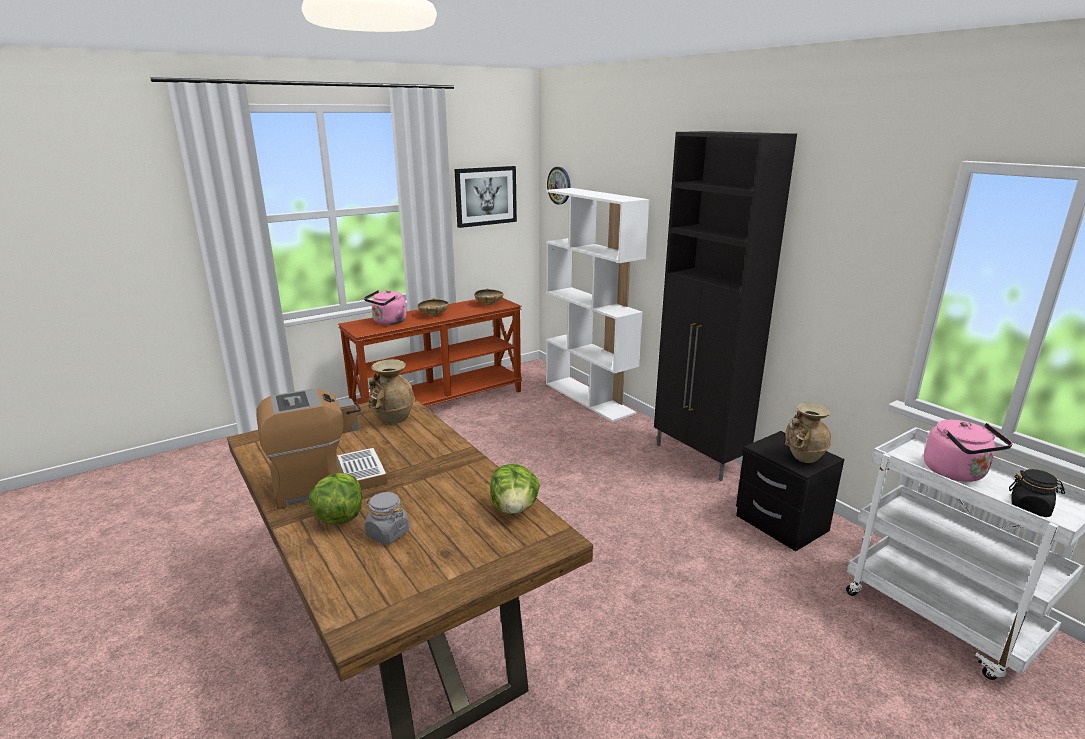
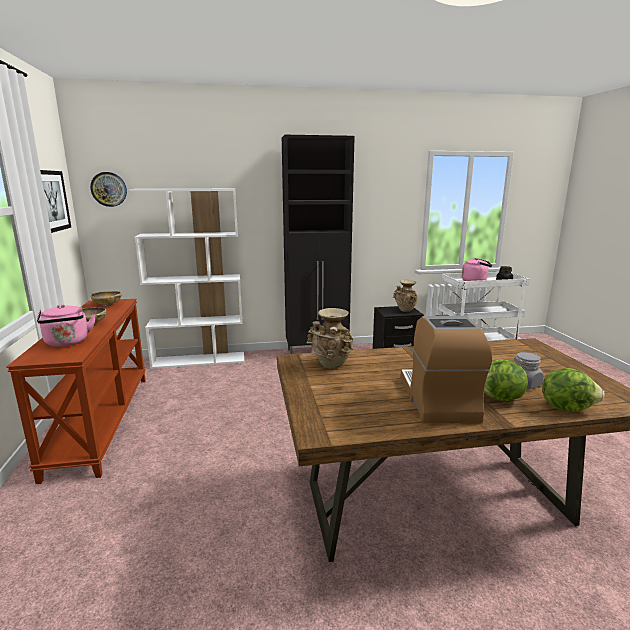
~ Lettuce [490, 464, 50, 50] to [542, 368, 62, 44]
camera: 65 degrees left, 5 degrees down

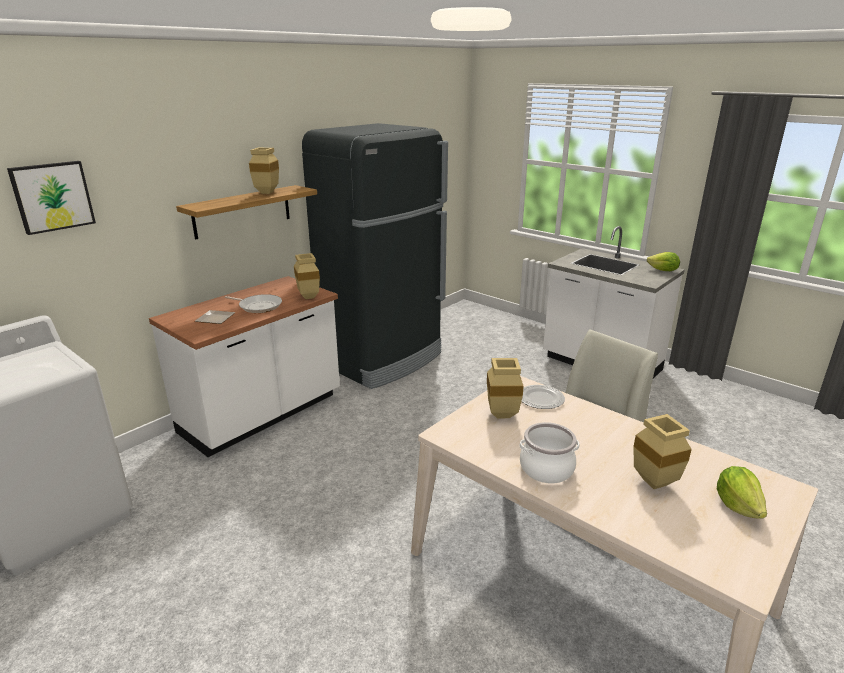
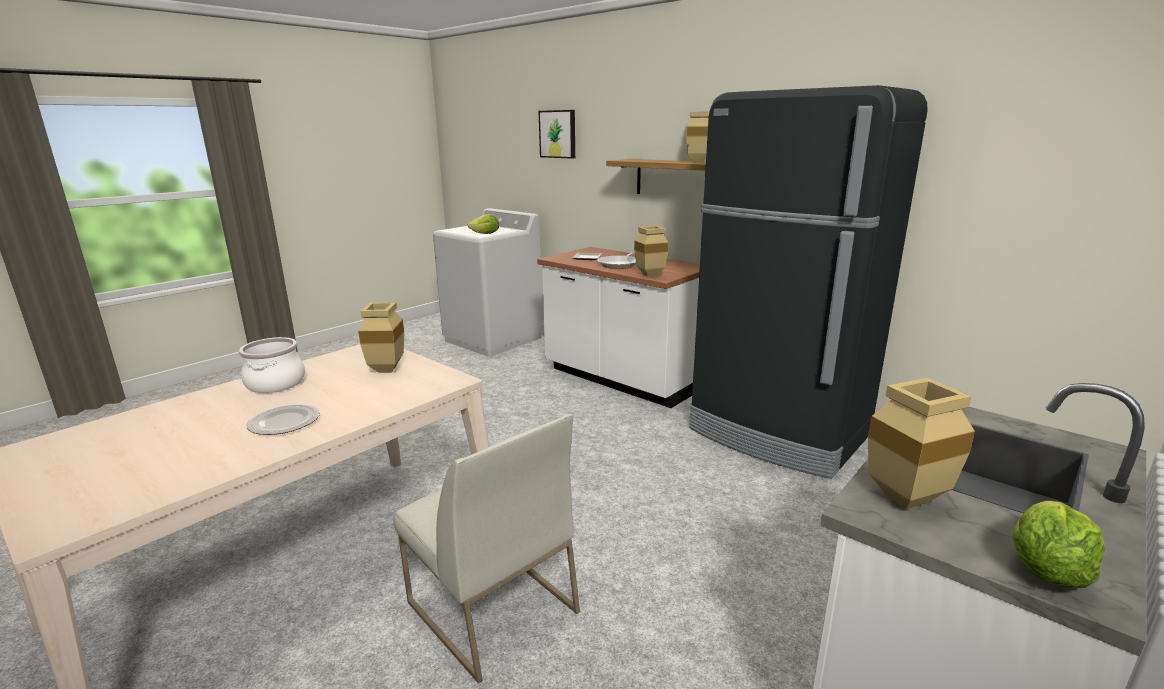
~ Plate [521, 385, 44, 24] to [247, 404, 73, 31]
~ BeigeVase [634, 414, 58, 75] to [868, 378, 107, 131]
~ Lettuce [717, 466, 50, 53] to [468, 214, 31, 20]
camera: 90 degrees right, 5 degrees down

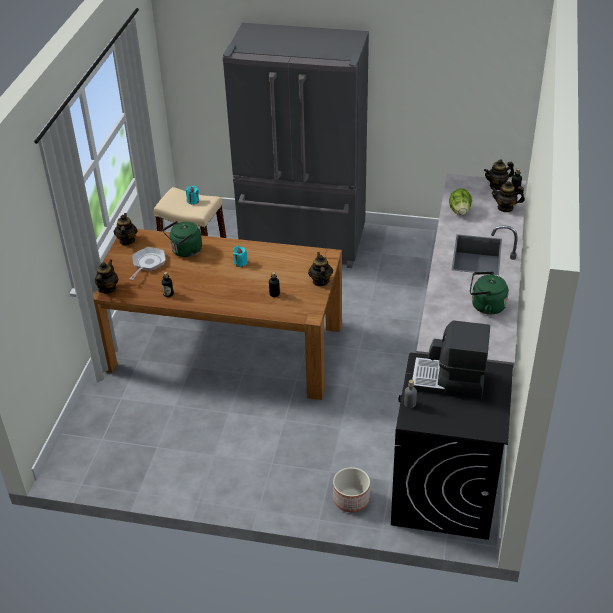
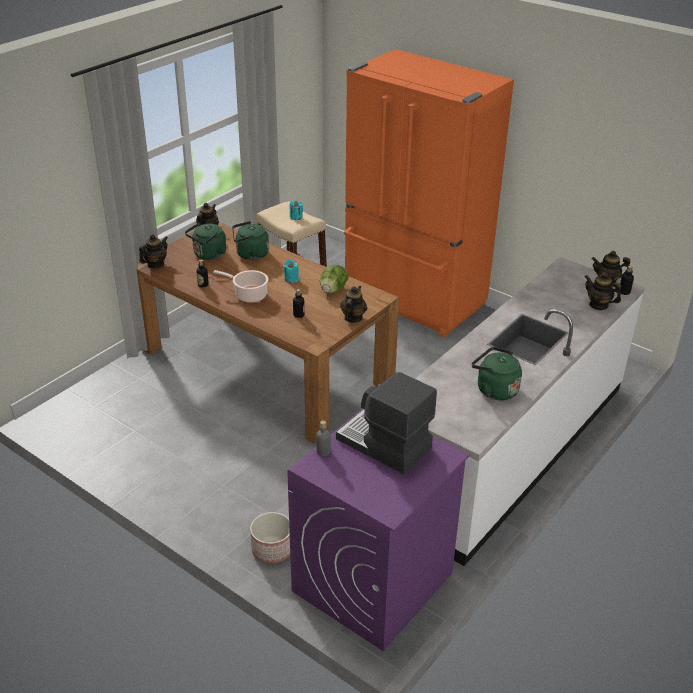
~ FryingPan [129, 247, 36, 33] to GreenKettle [185, 223, 41, 37]
~ GreyFridge [223, 23, 146, 245] to OrangeFridge [344, 49, 170, 288]
~ BlackWashingMachine [391, 353, 122, 187] to PurpleWashingMachine [287, 409, 183, 242]
~ Lettuce [449, 188, 23, 27] to [320, 265, 29, 28]
+ CookingPot [213, 270, 55, 32]
camera: 25 degrees right, 5 degrees down

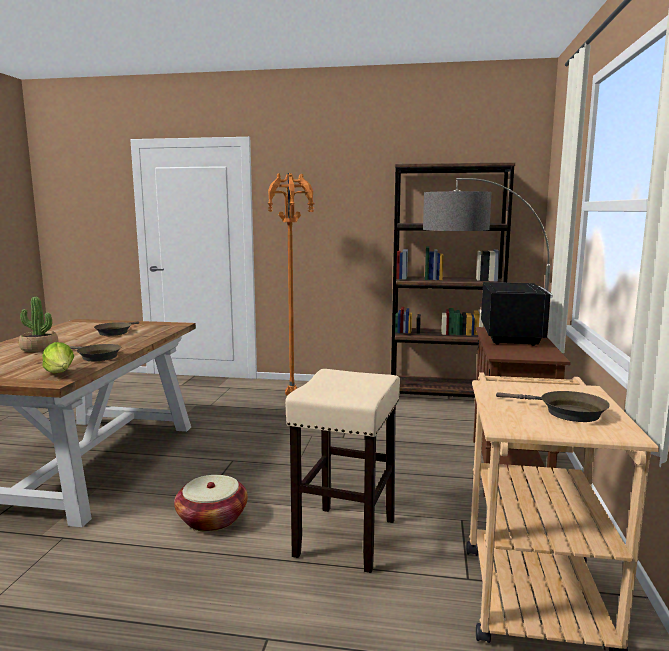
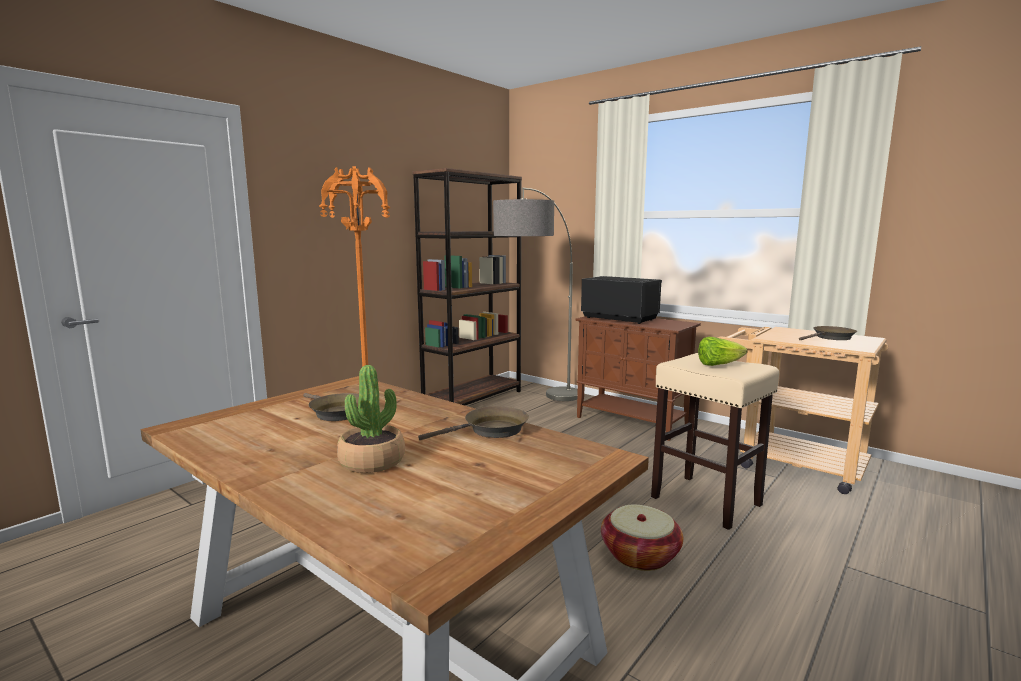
~ Lettuce [42, 342, 32, 31] to [698, 337, 50, 29]
camera: 60 degrees left, 0 degrees up

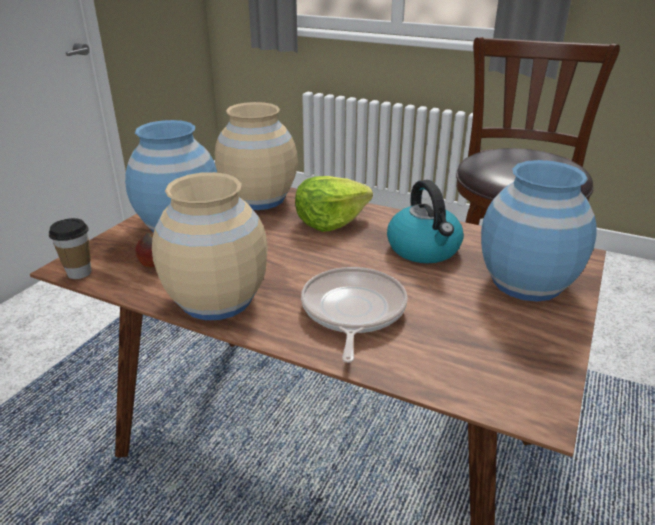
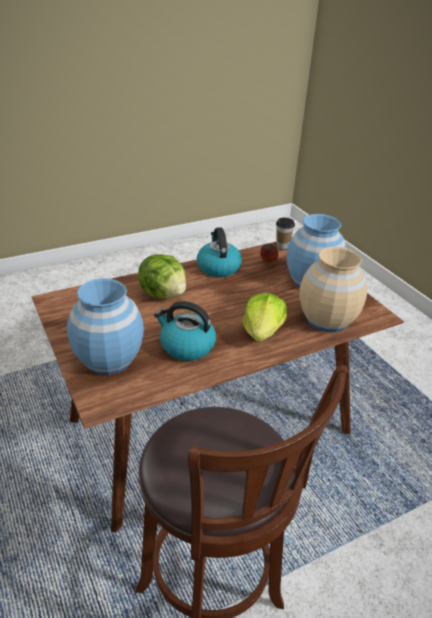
~ BeigeVase [152, 172, 116, 148] to Kettle [197, 227, 45, 50]
~ FryingPan [301, 267, 107, 96] to Lettuce [138, 254, 48, 45]
camera: 125 degrees right, 5 degrees up

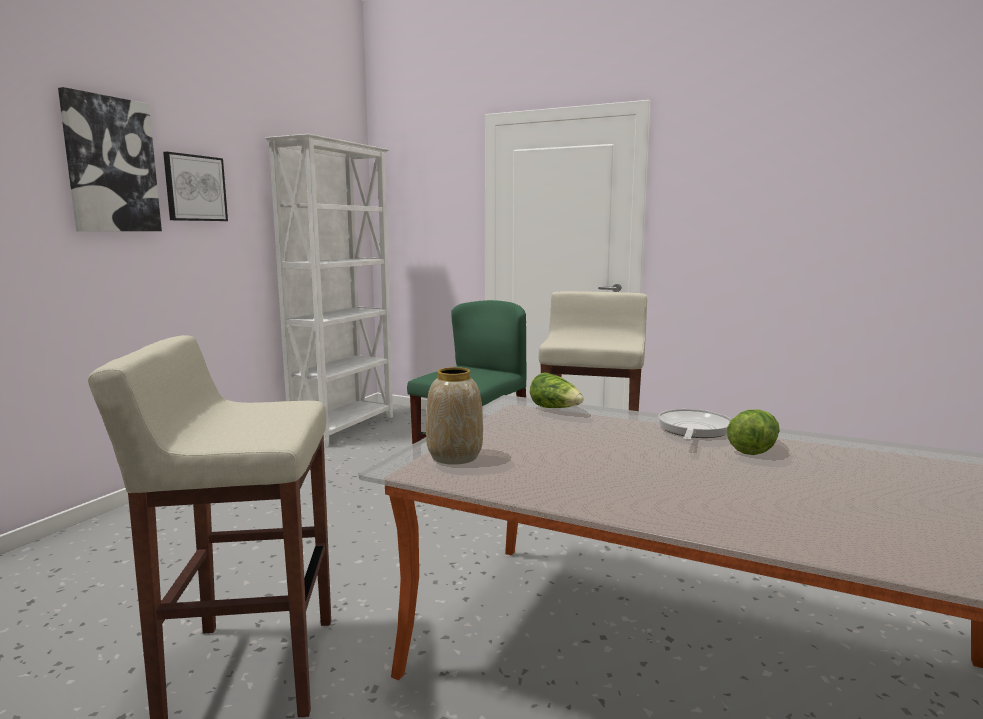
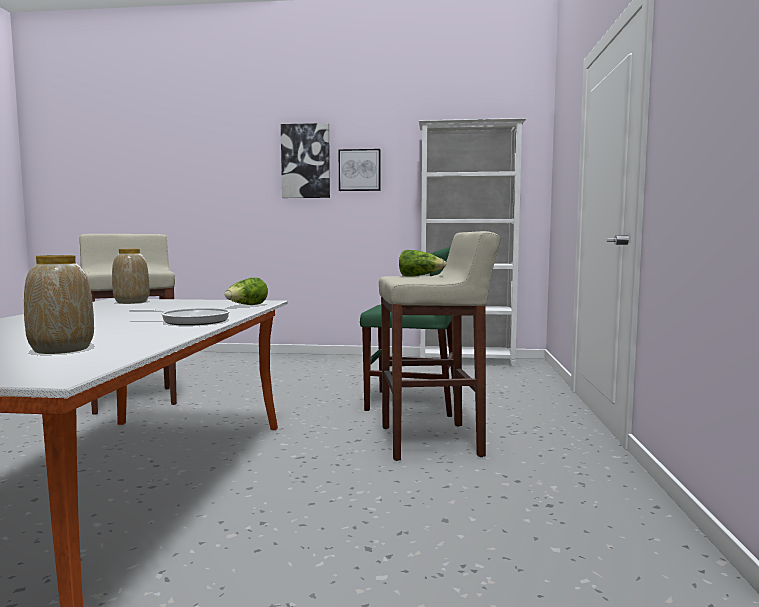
~ Lettuce [727, 410, 53, 45] to [399, 250, 47, 27]
+ Vase [24, 255, 70, 99]
camera: 70 degrees right, 5 degrees down

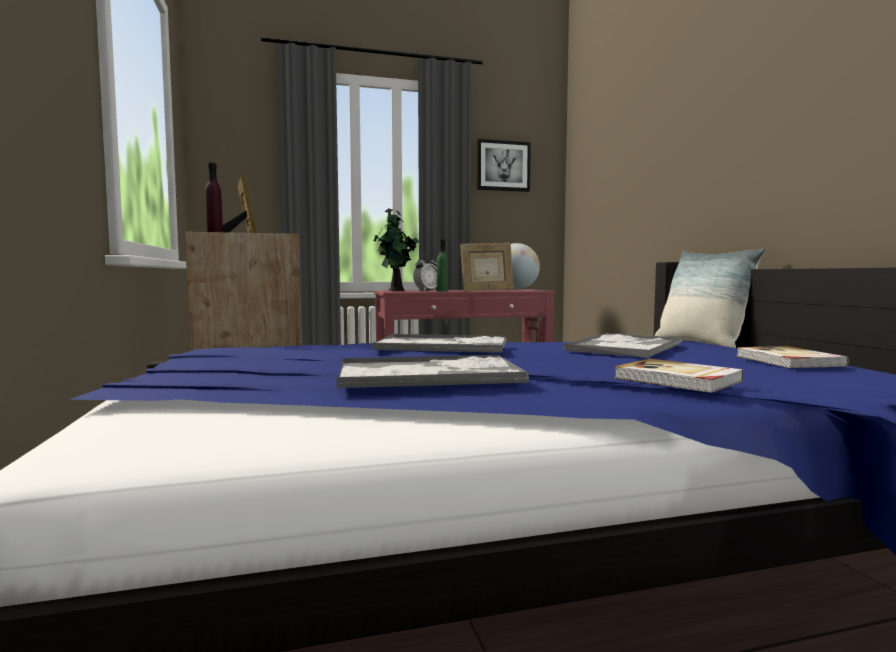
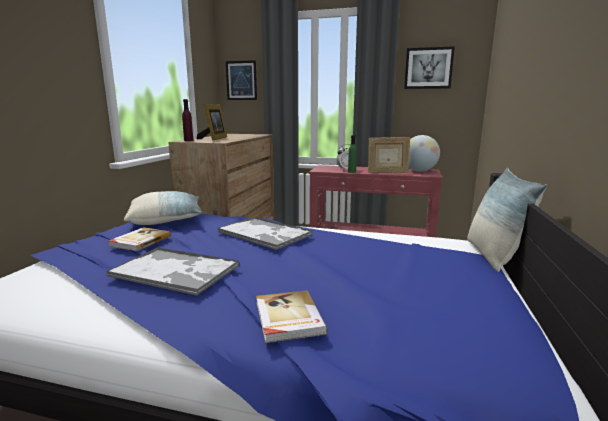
- PottedPlant [374, 208, 45, 83]
- Tray [563, 333, 118, 25]
~ Book [737, 346, 112, 22] to [108, 227, 63, 24]
+ Pillow [124, 191, 79, 34]
+ Picture [226, 60, 31, 40]
camera: 30 degrees right, 10 degrees up

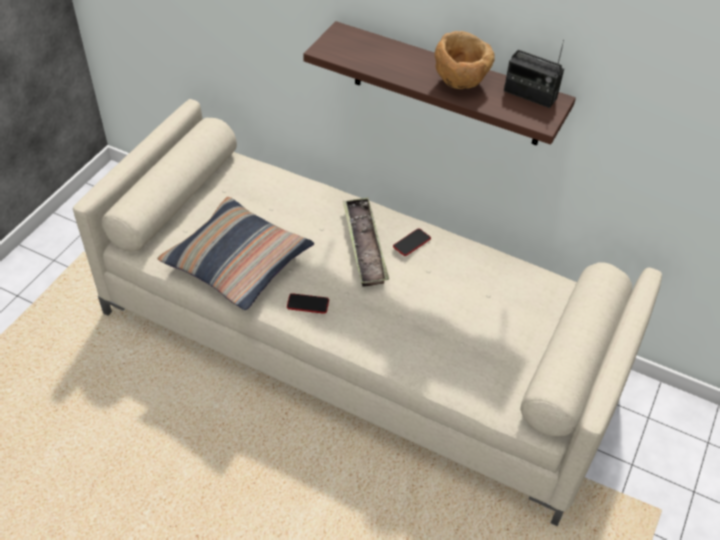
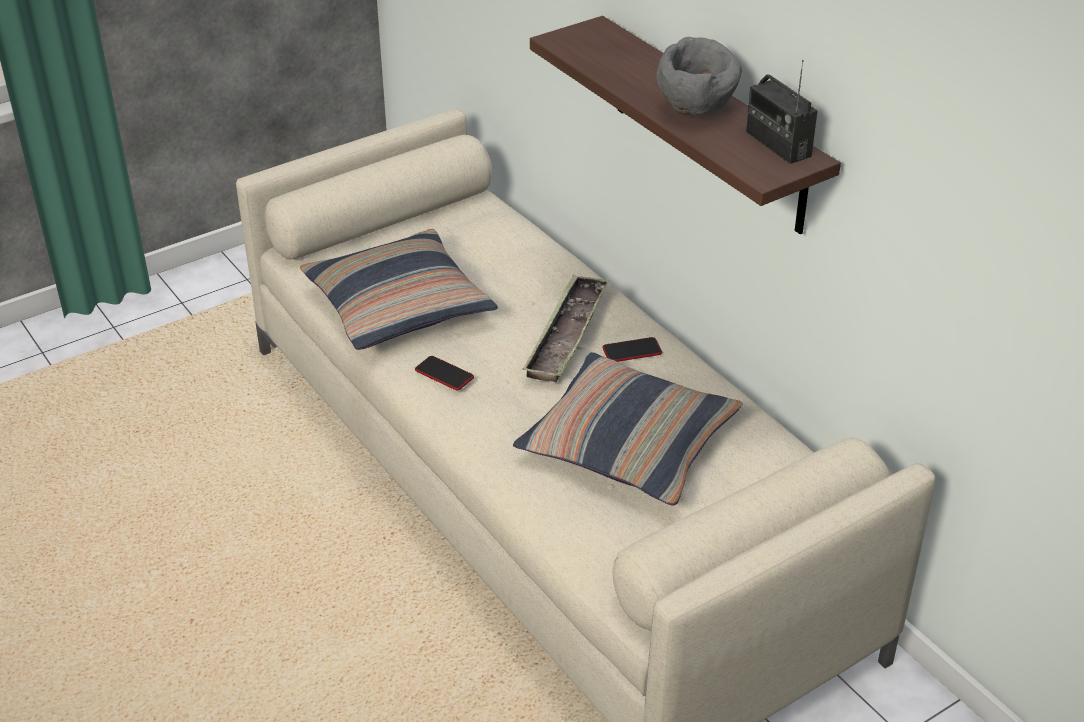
~ BrownBowl [435, 31, 60, 58] to GreyBowl [656, 37, 86, 79]
+ Pillow [513, 352, 229, 154]
camera: 30 degrees right, 10 degrees down

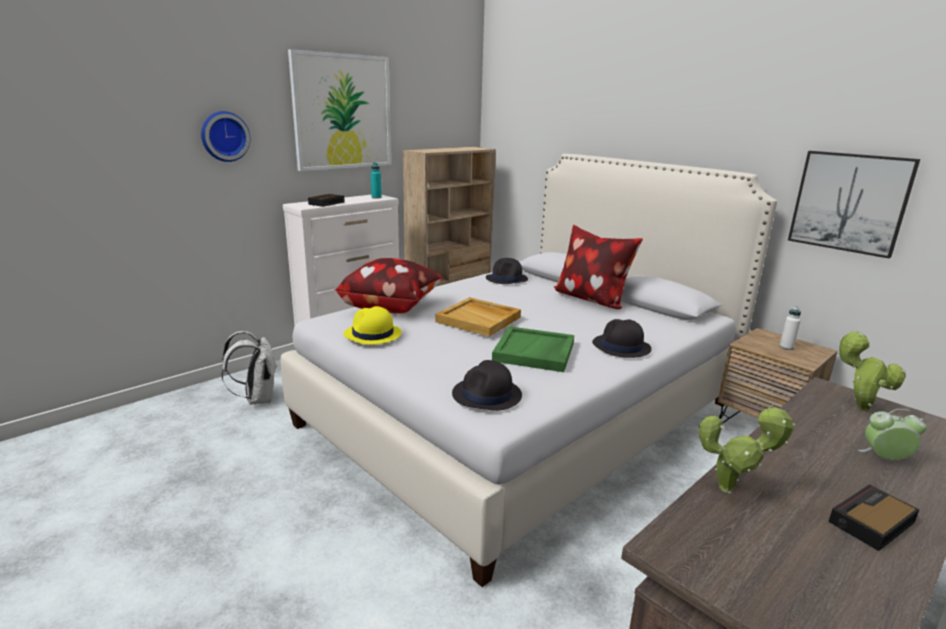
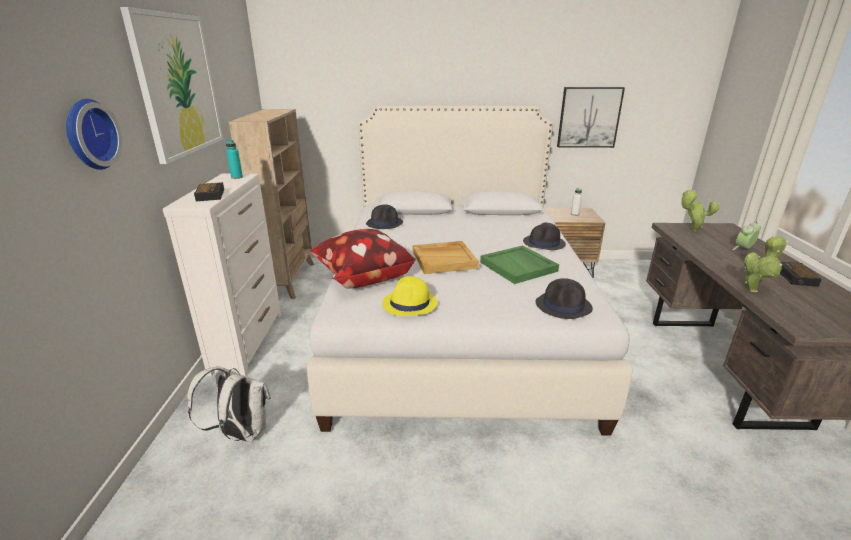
- Pillow [554, 225, 89, 84]
camera: 45 degrees left, 5 degrees up

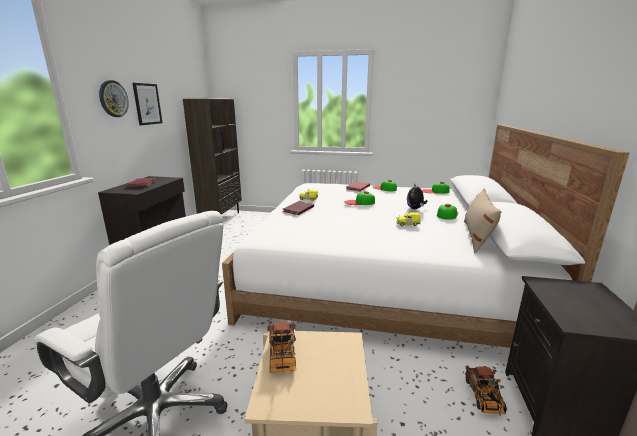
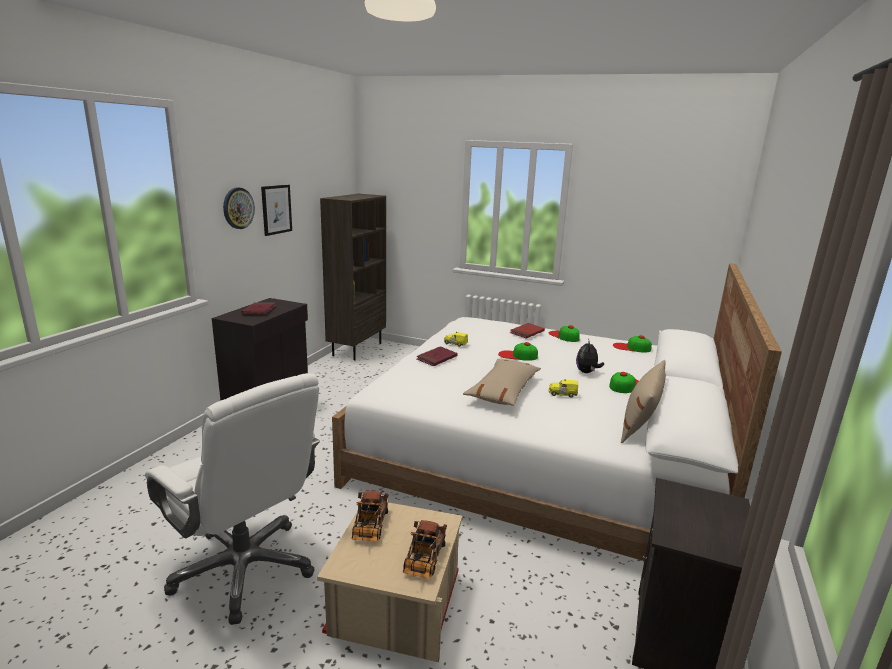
~ ToyTruck [465, 366, 41, 50] to [403, 520, 44, 59]
+ BeigePillow [463, 359, 78, 47]
camera: 10 degrees right, 0 degrees up

